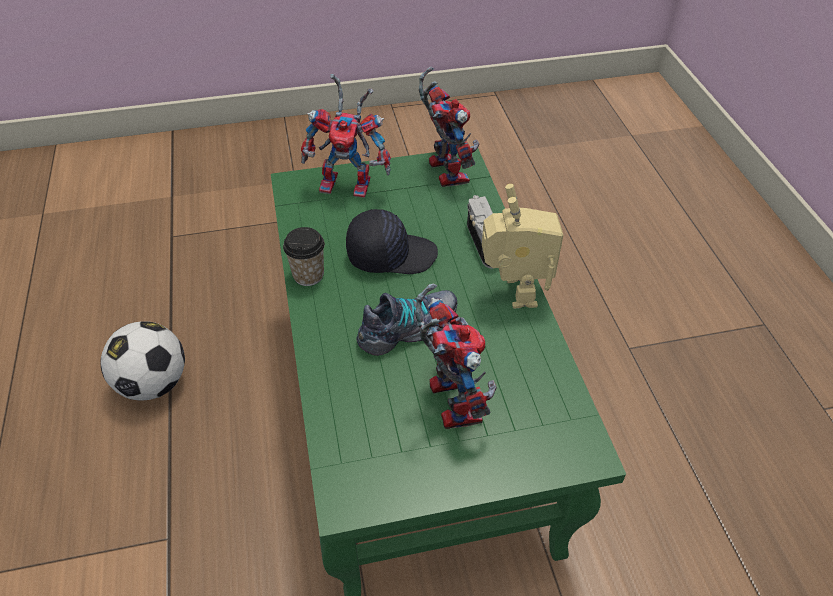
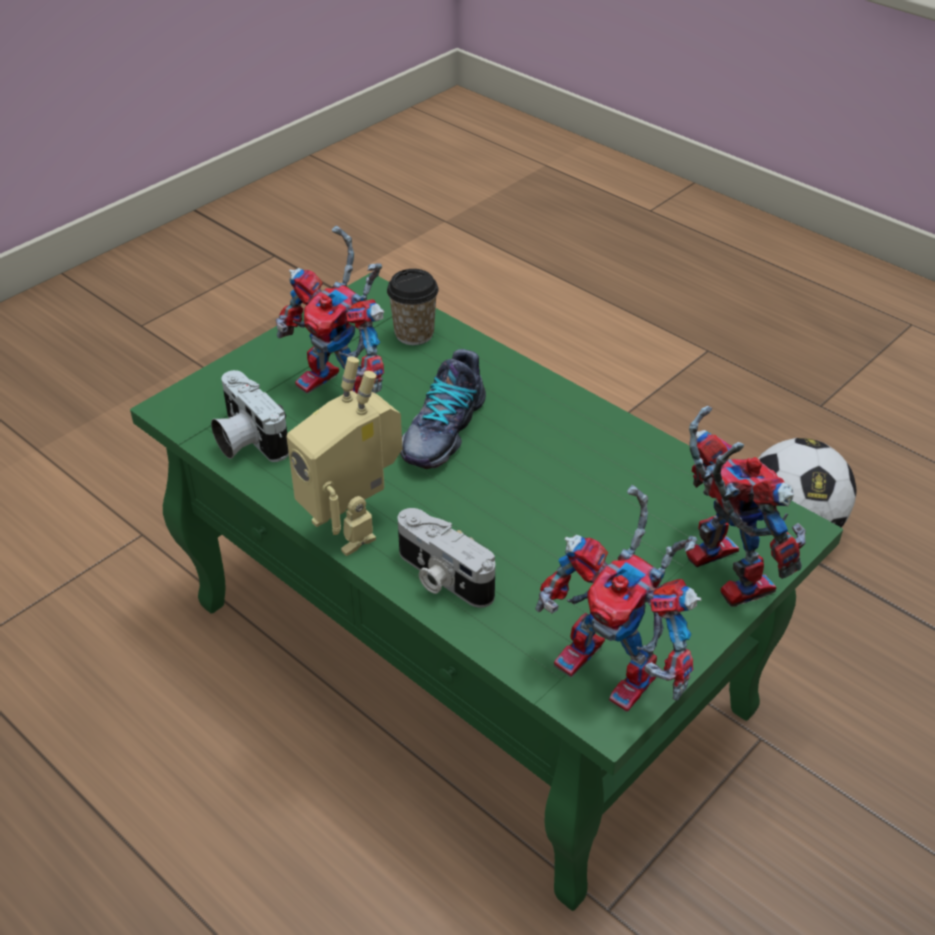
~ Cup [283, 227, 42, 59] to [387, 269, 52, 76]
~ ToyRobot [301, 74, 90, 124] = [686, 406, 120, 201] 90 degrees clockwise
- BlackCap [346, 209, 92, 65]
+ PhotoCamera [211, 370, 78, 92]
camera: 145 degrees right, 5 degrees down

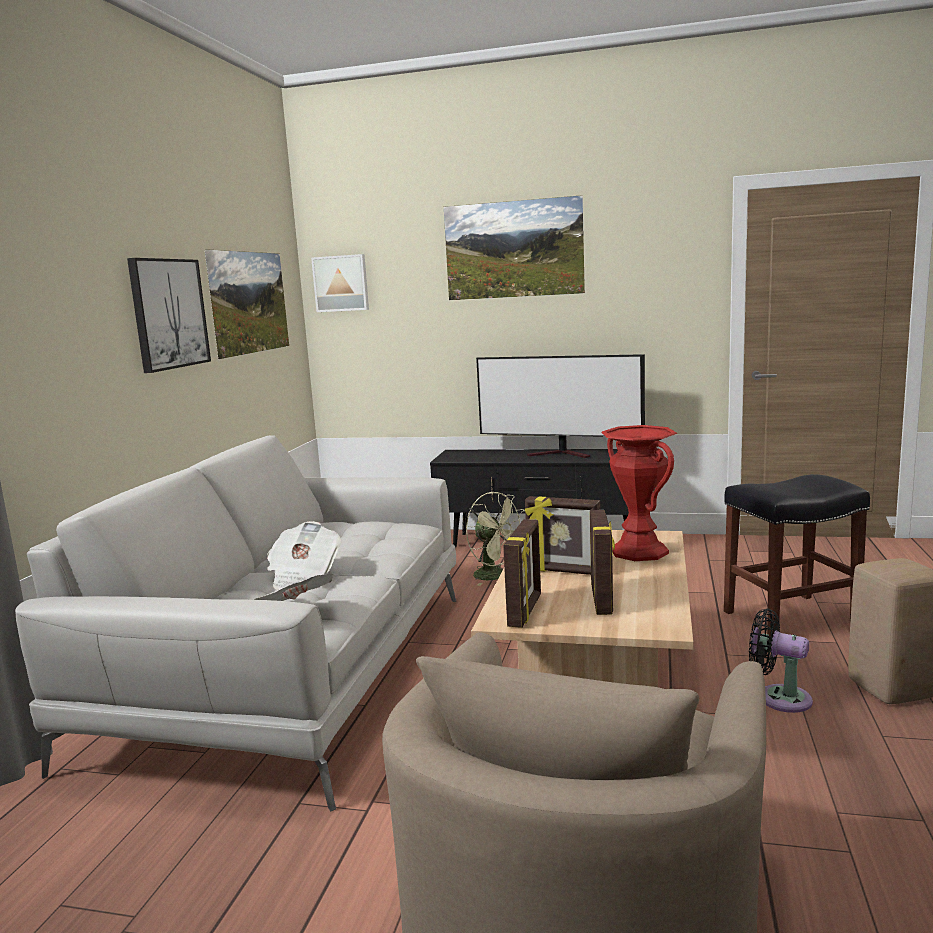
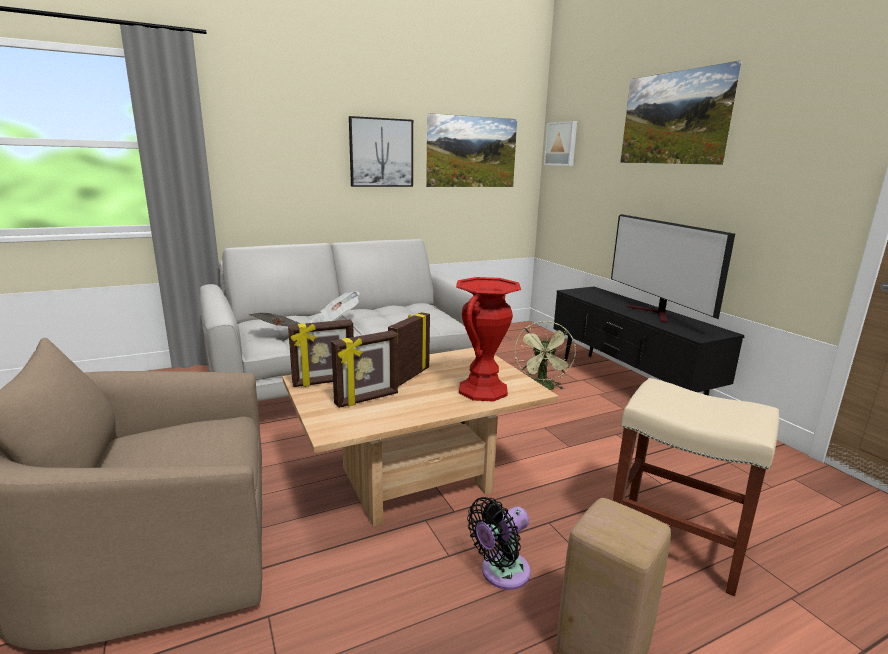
~ PictureFrame [525, 496, 75, 79] = [388, 312, 42, 75] 45 degrees clockwise
~ BlackStool [724, 474, 146, 163] to BeigeStool [613, 378, 166, 218]
~ BlackFan [749, 609, 64, 104] = [467, 497, 64, 93] 120 degrees counterclockwise
camera: 50 degrees right, 5 degrees up

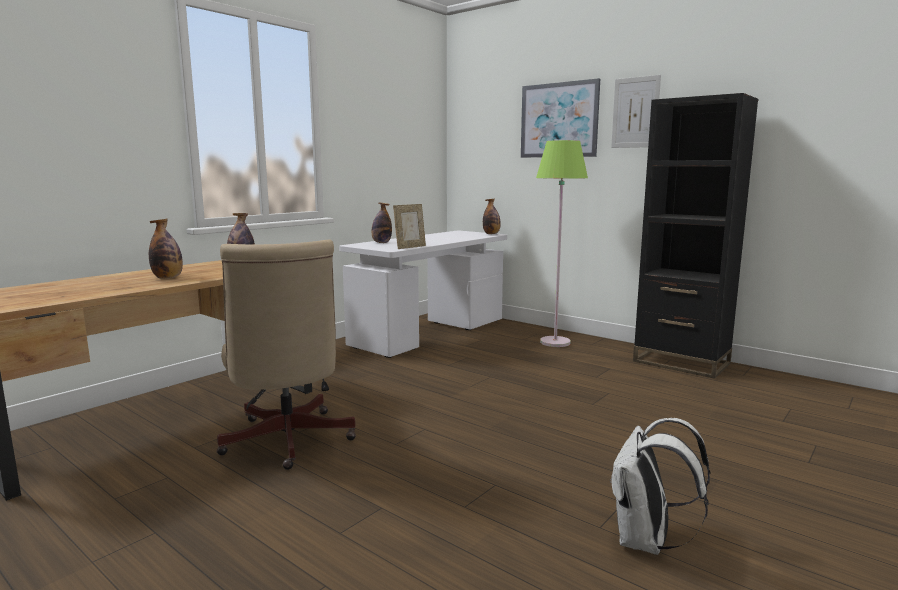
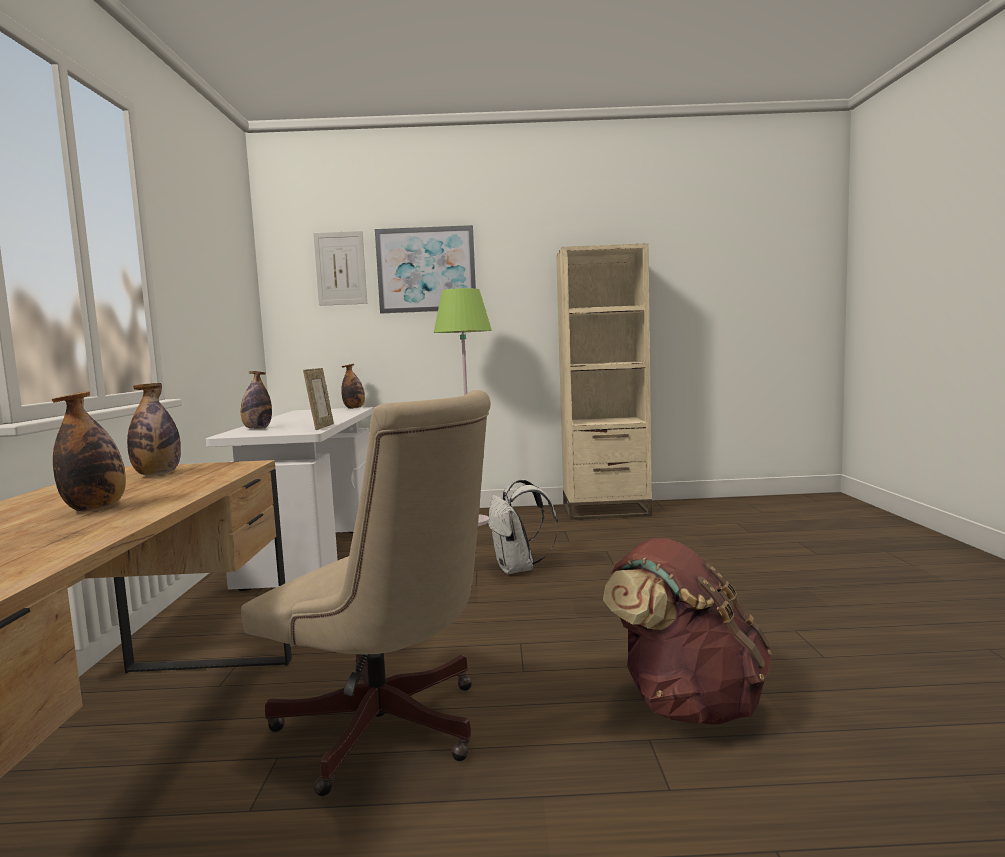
~ WhiteBackpack [610, 418, 101, 137] to [488, 479, 70, 95]
~ Picture [611, 75, 50, 73] to [313, 231, 54, 75]
~ BlackBookcase [633, 93, 125, 286] to BeigeBookcase [556, 243, 96, 277]
+ BrownBackpack [603, 538, 169, 187]
camera: 40 degrees left, 5 degrees down

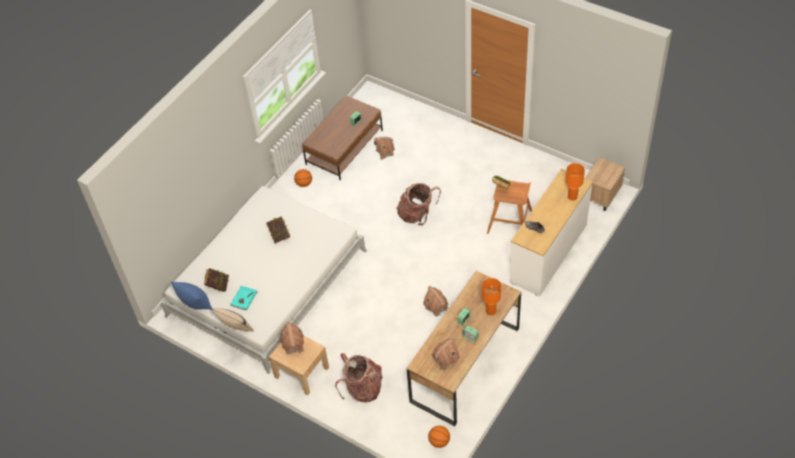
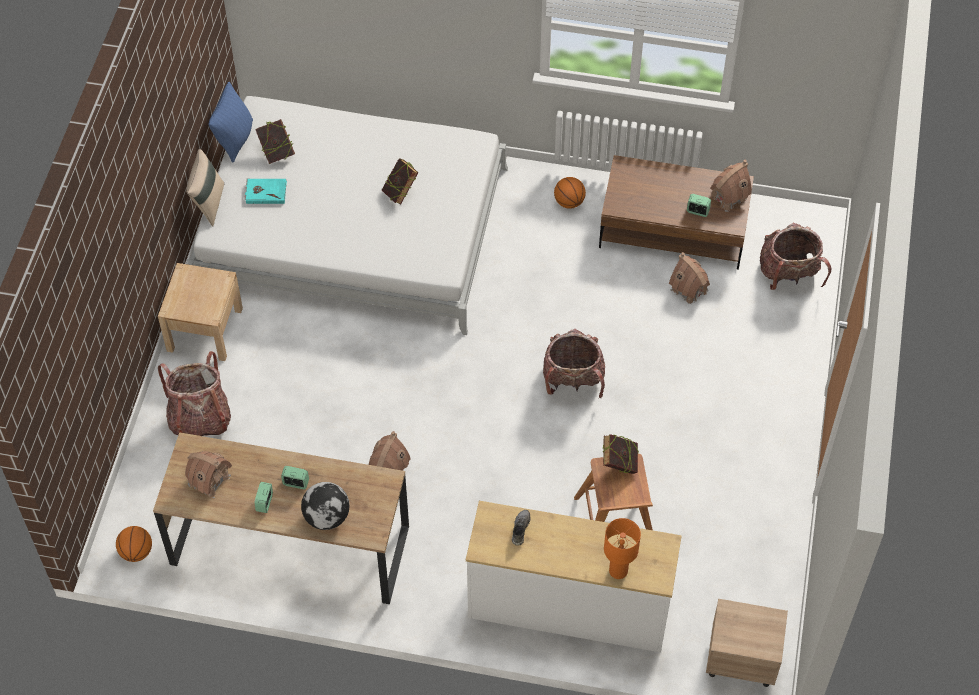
~ ToyHouse [280, 321, 24, 34] to [710, 160, 42, 52]
~ OrangeTableLamp [482, 278, 19, 37] to Globe [301, 482, 49, 48]
+ Backpack [760, 223, 71, 67]
camera: 65 degrees right, 5 degrees up

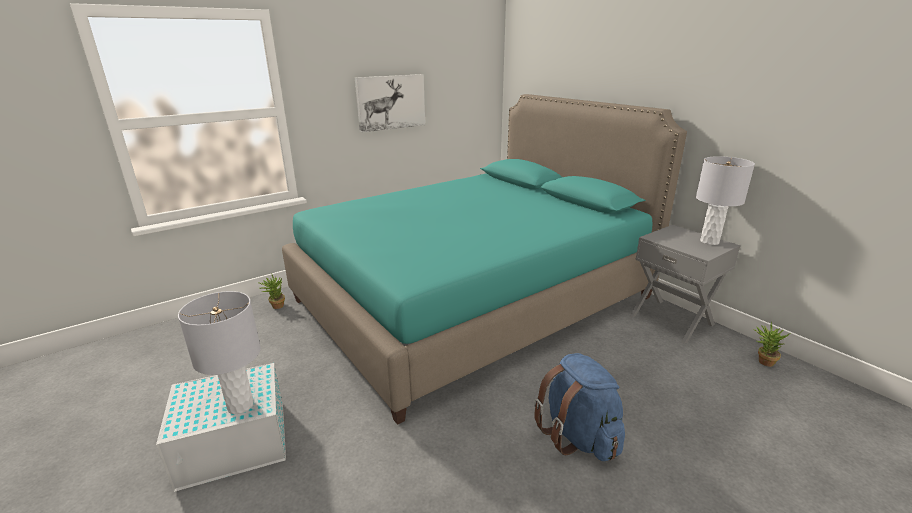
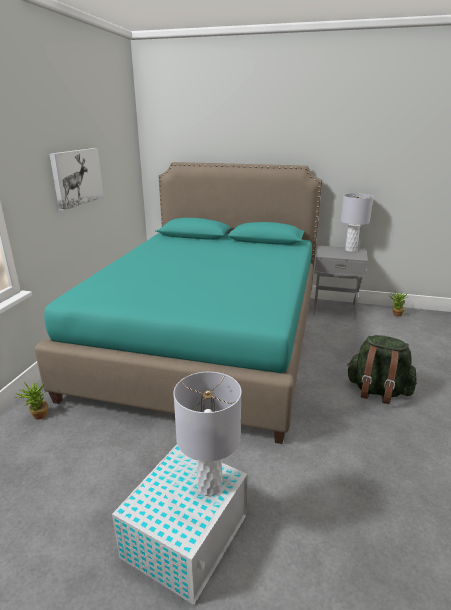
~ BlueBackpack [534, 353, 91, 108] to GreenBackpack [347, 335, 70, 69]
camera: 40 degrees left, 0 degrees up

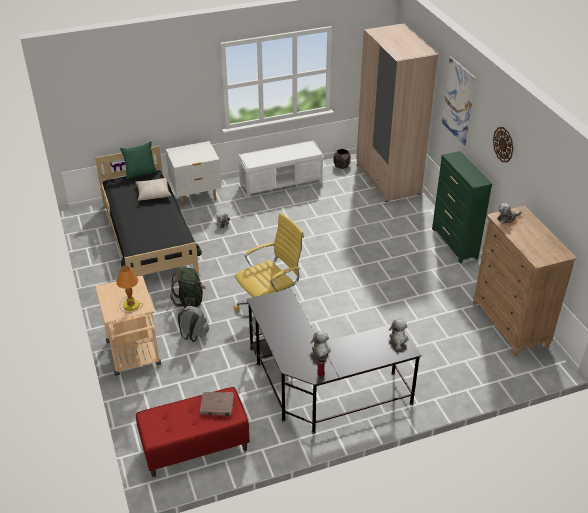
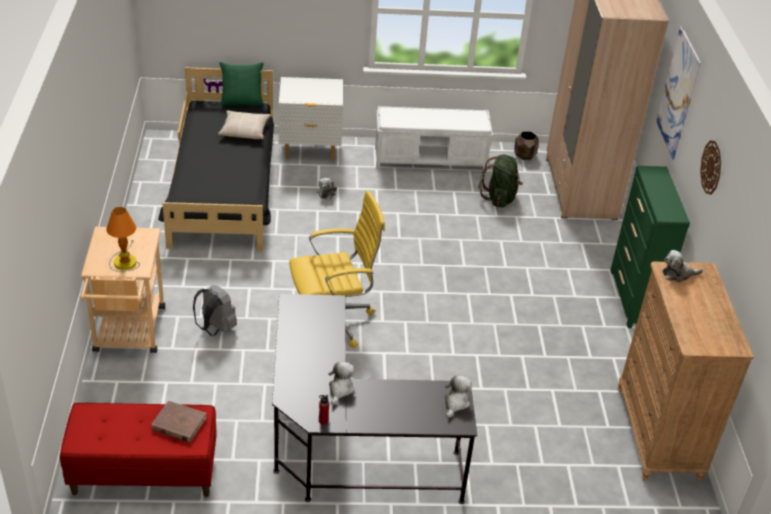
~ GreenBackpack [171, 268, 35, 41] to [478, 155, 45, 52]
camera: 15 degrees right, 0 degrees up

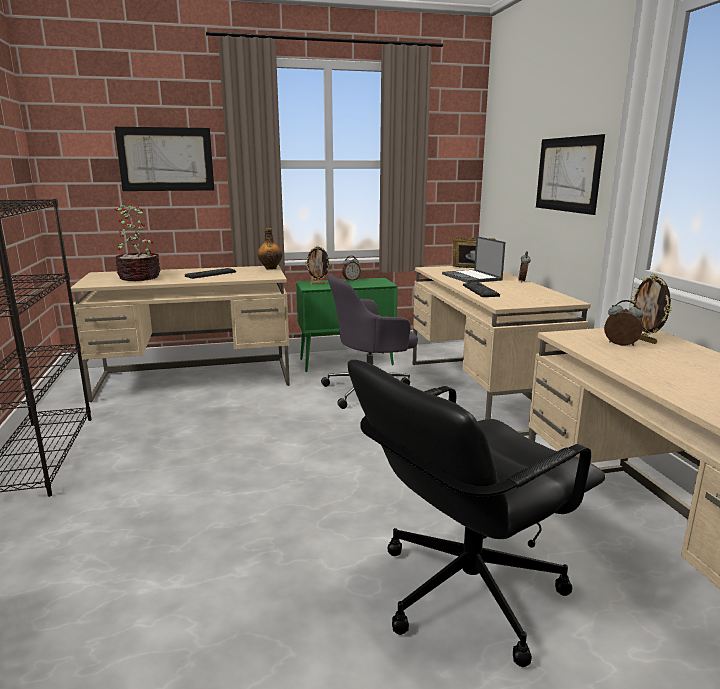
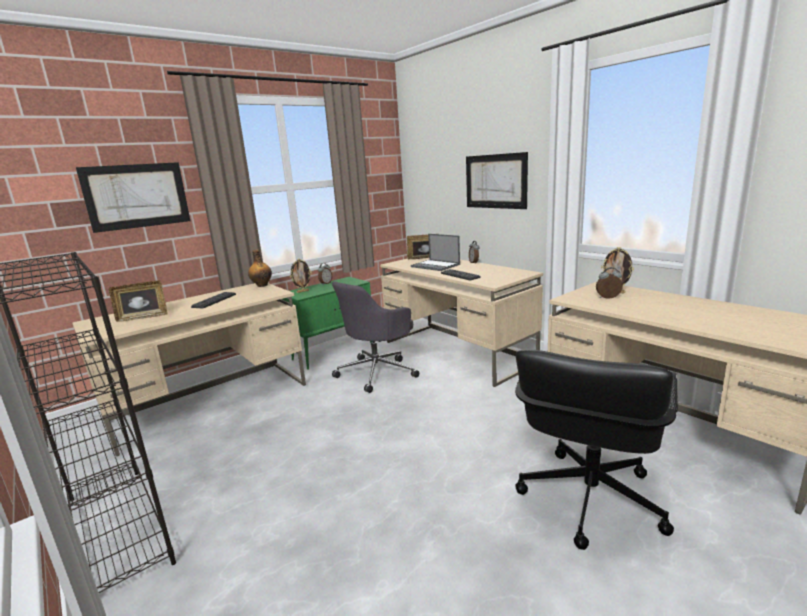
~ PottedPlant [115, 203, 46, 78] to PictureFrame [109, 280, 59, 42]
camera: 25 degrees left, 0 degrees up

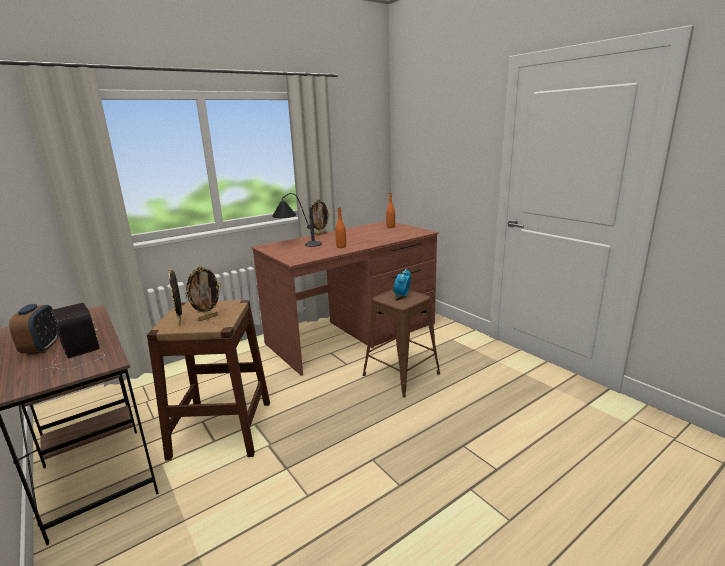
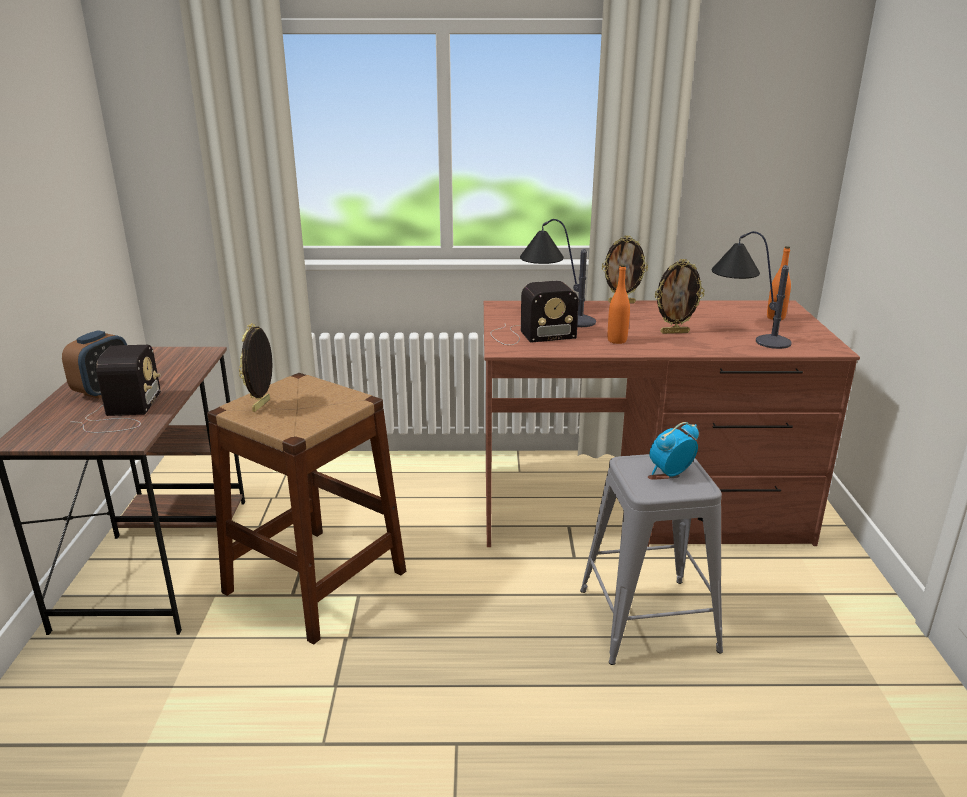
~ PictureFrame [185, 266, 37, 55] to [655, 259, 50, 75]
~ BrownStool [363, 290, 77, 107] to GreyStool [580, 454, 143, 211]
+ Radio [490, 281, 89, 64]
+ TableLamp [712, 231, 79, 118]
camera: 35 degrees right, 5 degrees up

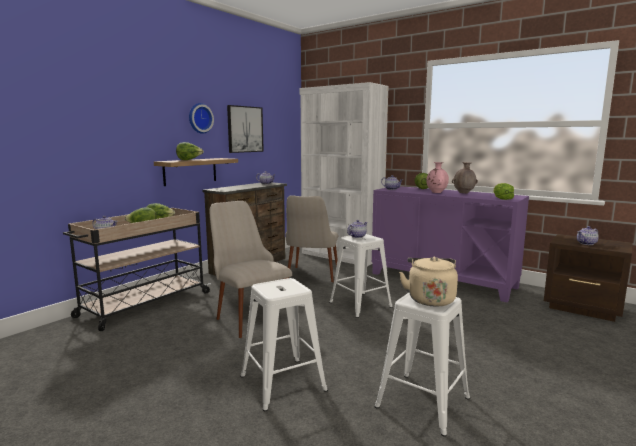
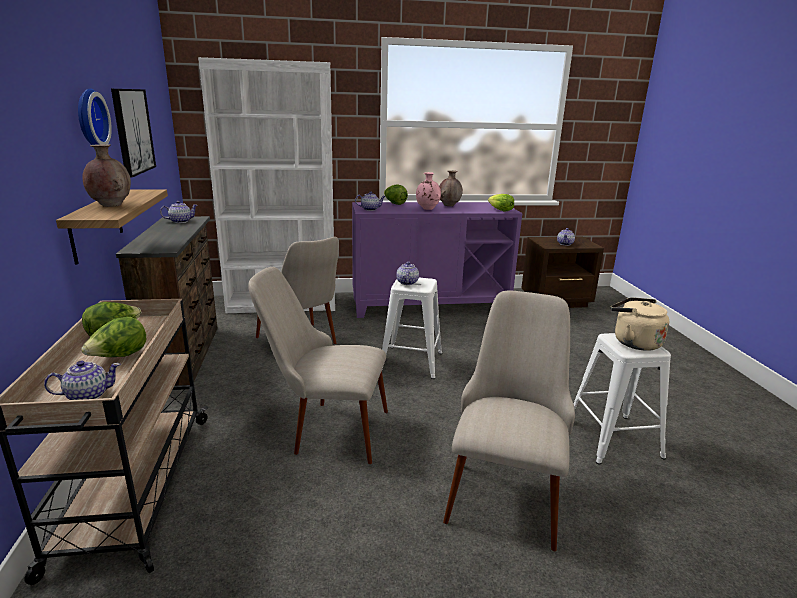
~ Lettuce [176, 142, 28, 18] to BrownVase [82, 144, 49, 63]
~ WhiteStool [240, 278, 88, 133] to BeigeChair [443, 290, 132, 261]
camera: 45 degrees left, 10 degrees up

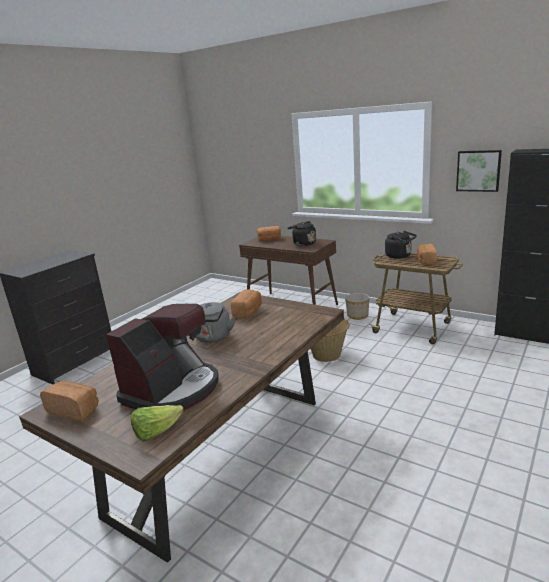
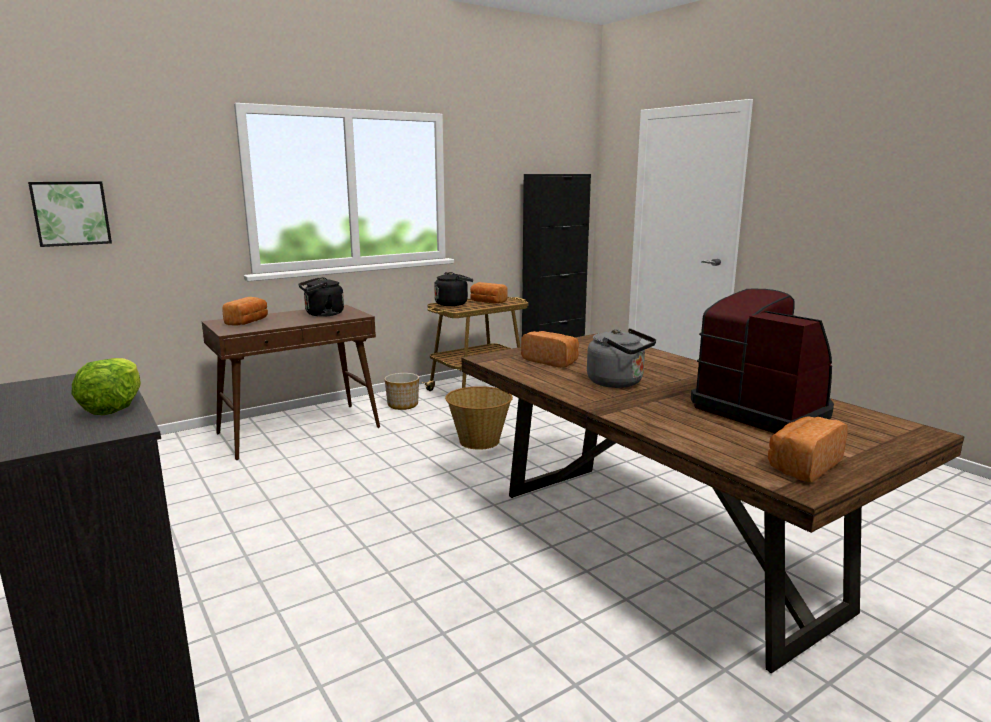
~ Lettuce [131, 405, 53, 36] to [71, 358, 70, 57]
~ Picture [456, 150, 46, 42] to [28, 181, 84, 66]
camera: 70 degrees left, 5 degrees down

